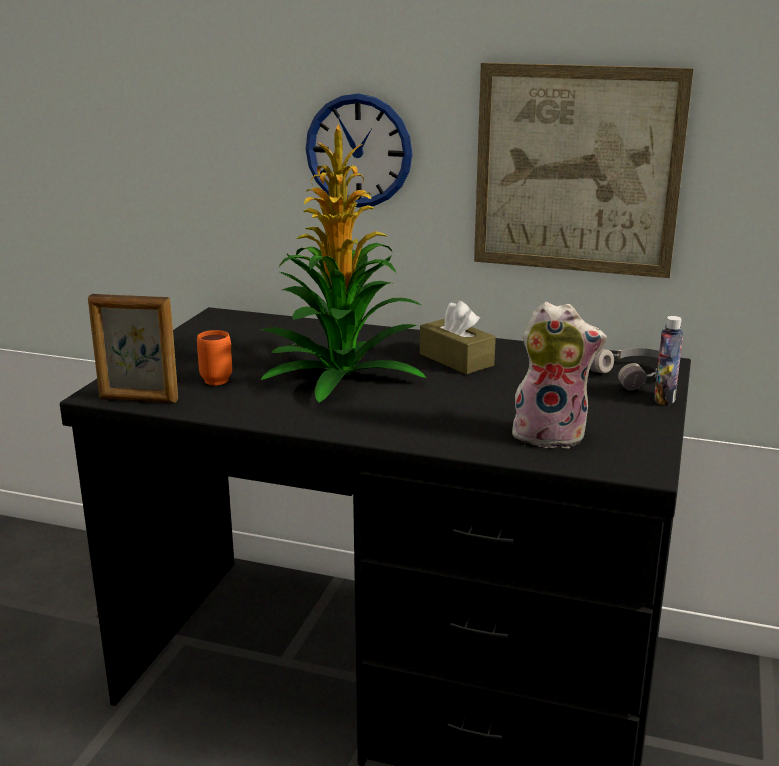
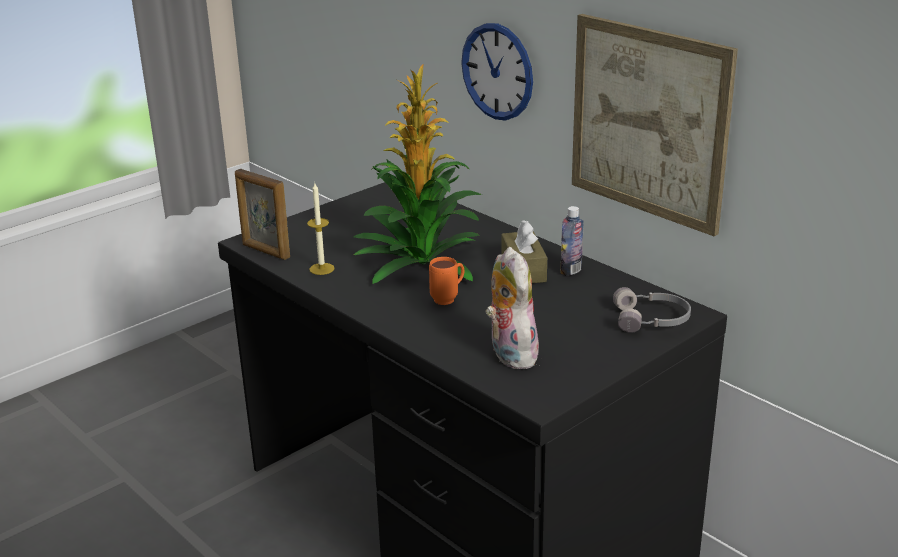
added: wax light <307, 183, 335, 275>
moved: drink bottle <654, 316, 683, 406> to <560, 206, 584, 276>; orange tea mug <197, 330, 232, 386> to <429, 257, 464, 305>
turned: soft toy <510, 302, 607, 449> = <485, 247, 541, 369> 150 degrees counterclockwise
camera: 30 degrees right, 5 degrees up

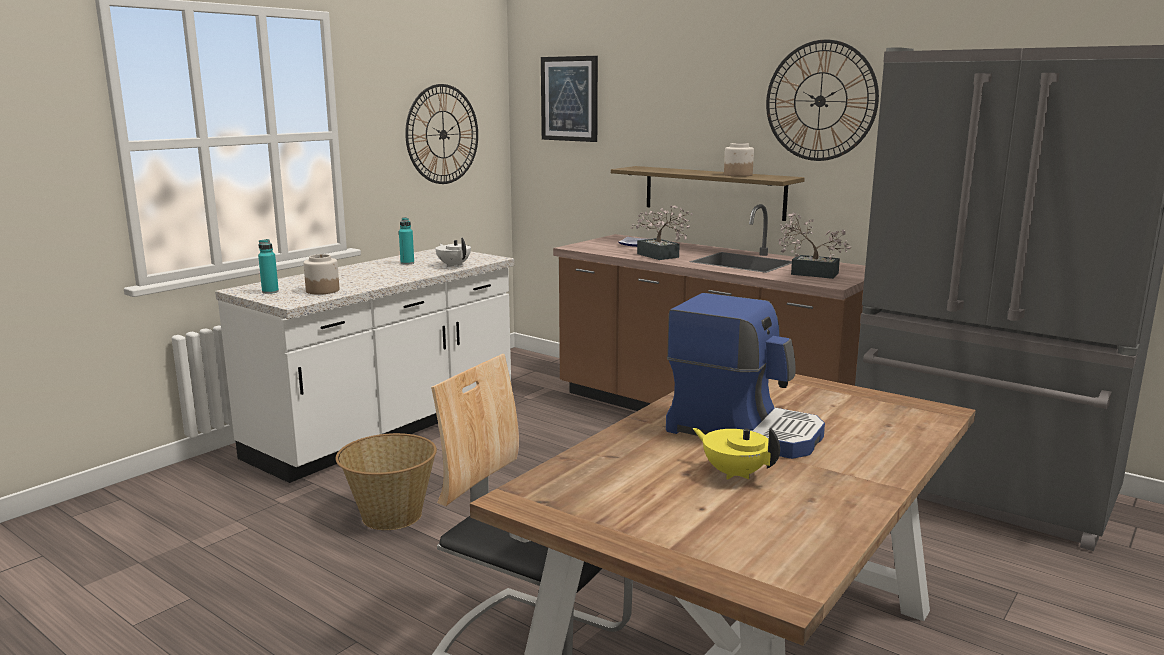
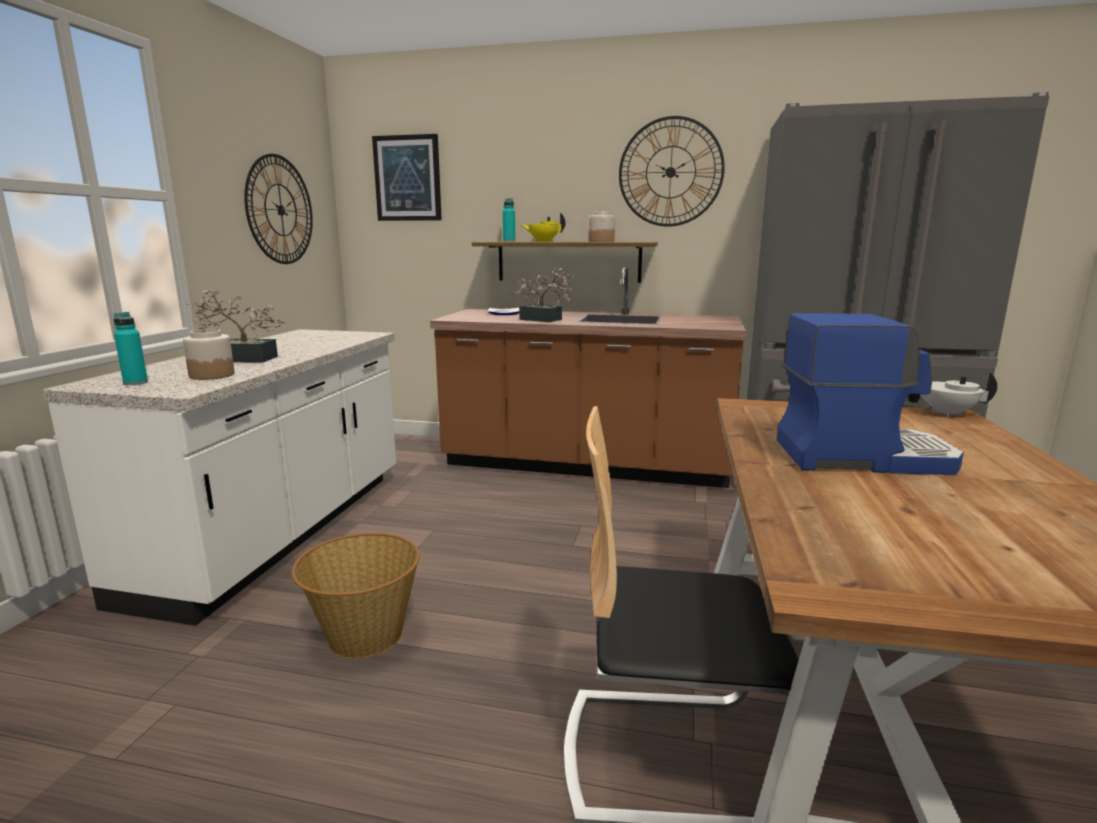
moved: potted plant <778, 213, 851, 279> to <187, 289, 284, 363>; turquoise drink bottle <399, 217, 414, 265> to <503, 198, 515, 242>; whitish pot for tea <435, 238, 471, 267> to <920, 372, 997, 417>; yellow-coloured pot for tea <693, 428, 780, 480> to <522, 213, 565, 242>
camera: 25 degrees left, 0 degrees up

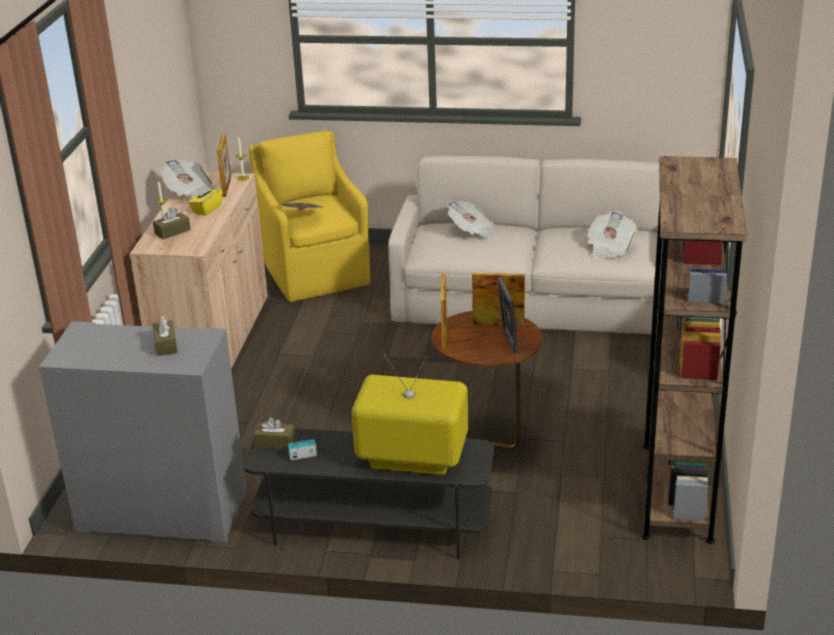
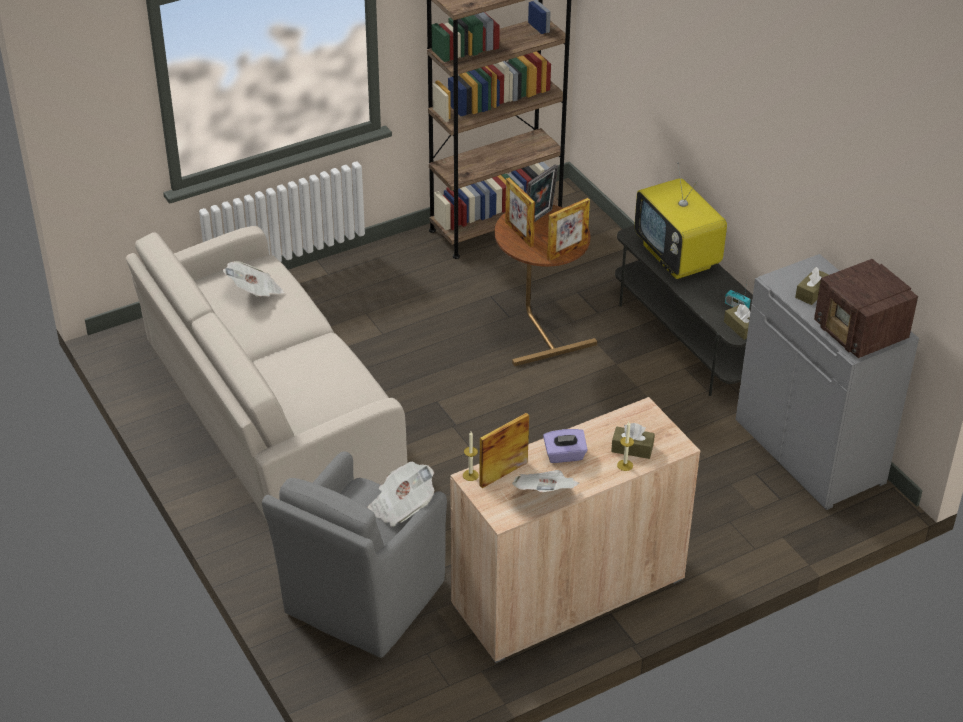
removed: daily paper <447, 201, 495, 239>
added: radio set <814, 259, 918, 358>
recoloured: yellow-coloured lounge chair <249, 130, 370, 302> to greyish lounge chair <262, 451, 447, 658>; yellow-coloured tissue box <188, 184, 223, 216> to purple-coloured tissue box <543, 429, 588, 463>
camera: 130 degrees left, 10 degrees up

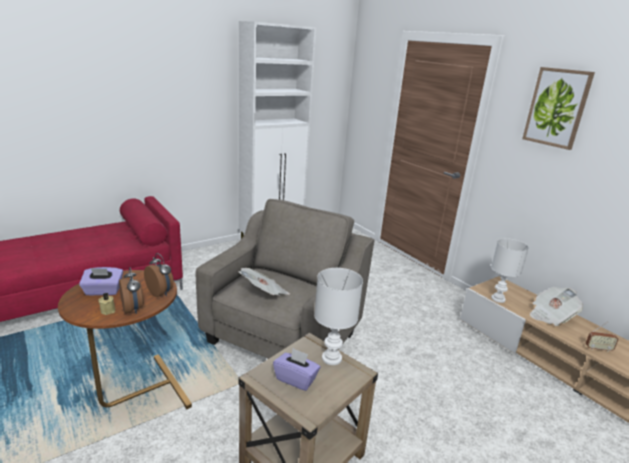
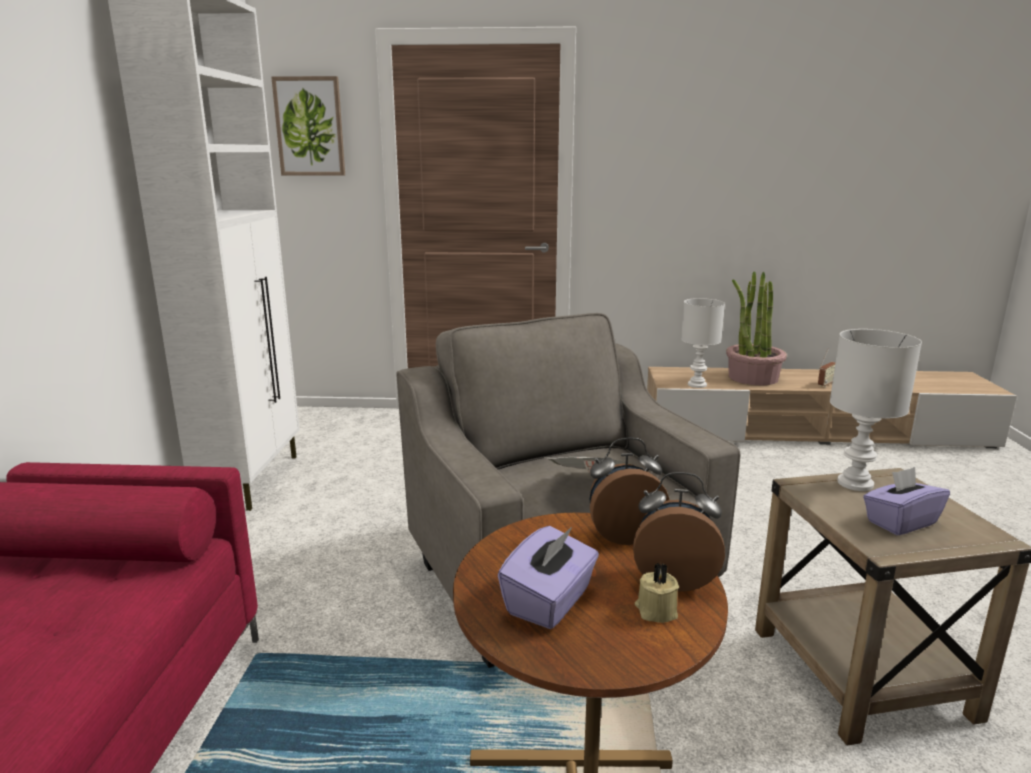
moved: wall picture <522, 67, 595, 150> to <271, 76, 345, 176>
replaced: daily paper <530, 287, 583, 326> to potted plant <726, 271, 787, 385>
camera: 50 degrees left, 5 degrees down

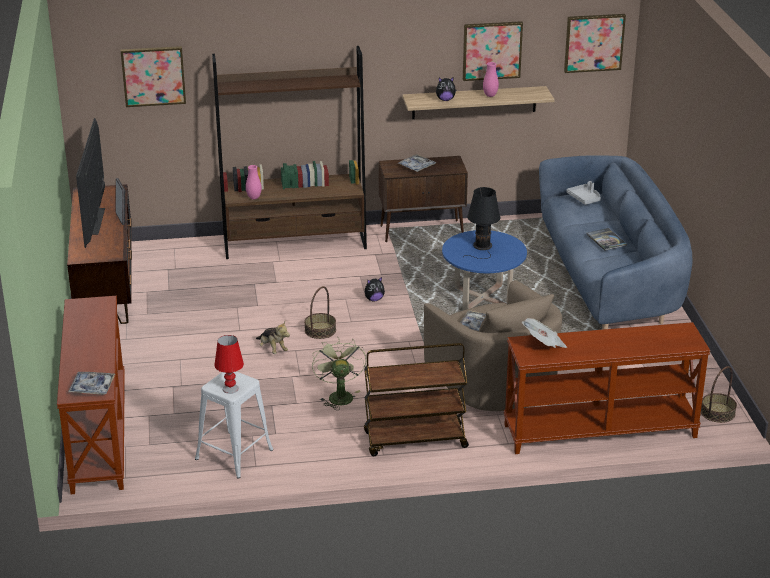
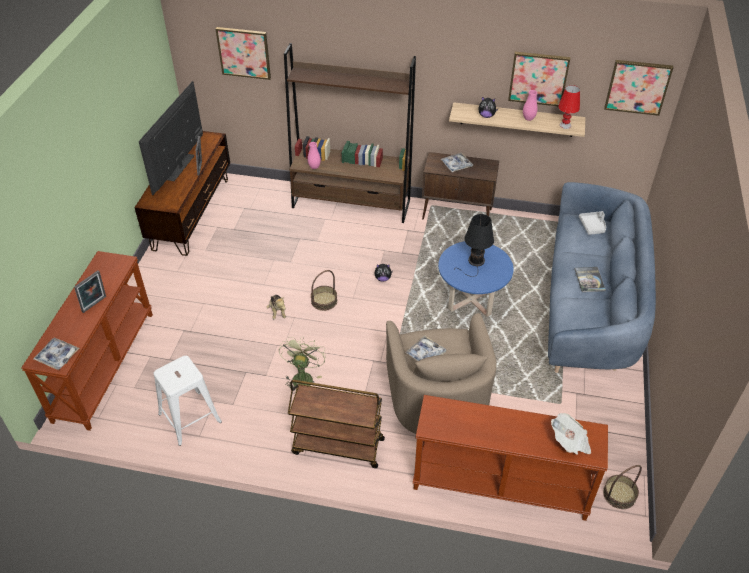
added: photo frame <74, 271, 106, 313>
moved: daily paper <522, 318, 567, 348> to <551, 413, 591, 455>; red table lamp <214, 335, 244, 394> to <558, 85, 580, 129>
camera: 20 degrees right, 15 degrees up

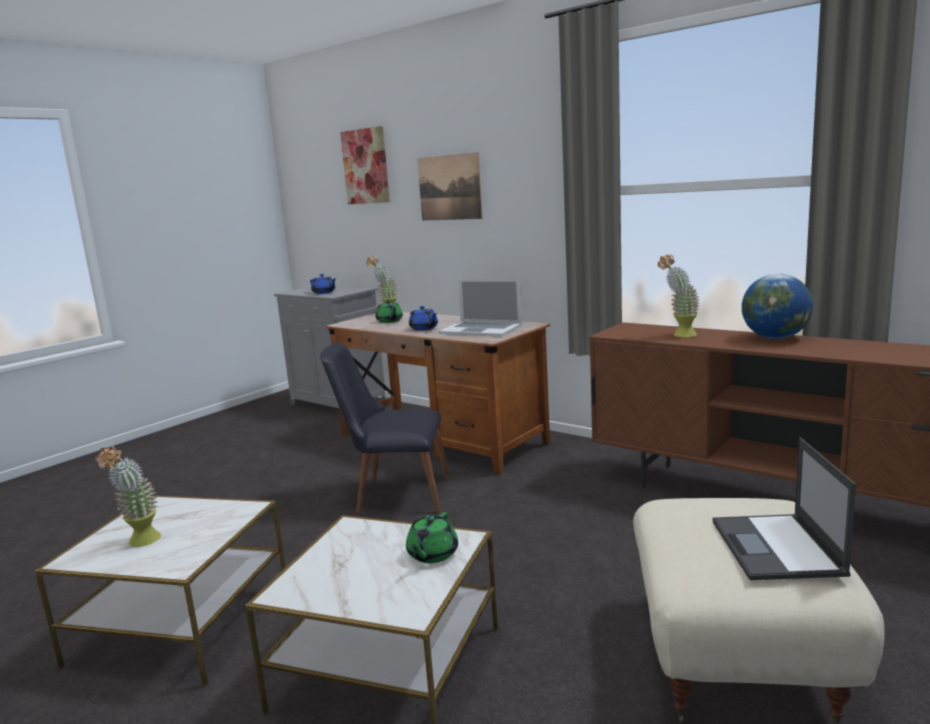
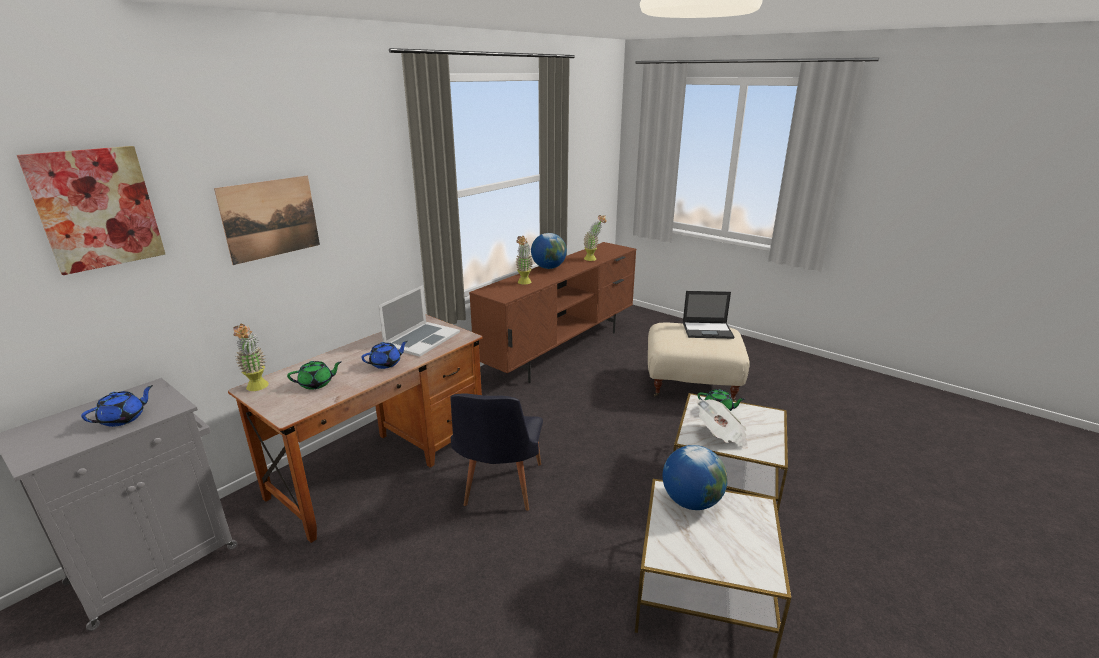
added: daily paper <697, 399, 748, 449>; globe <663, 445, 728, 510>
moved: potted plant <95, 445, 161, 547> to <584, 215, 607, 261>
camera: 90 degrees left, 10 degrees up

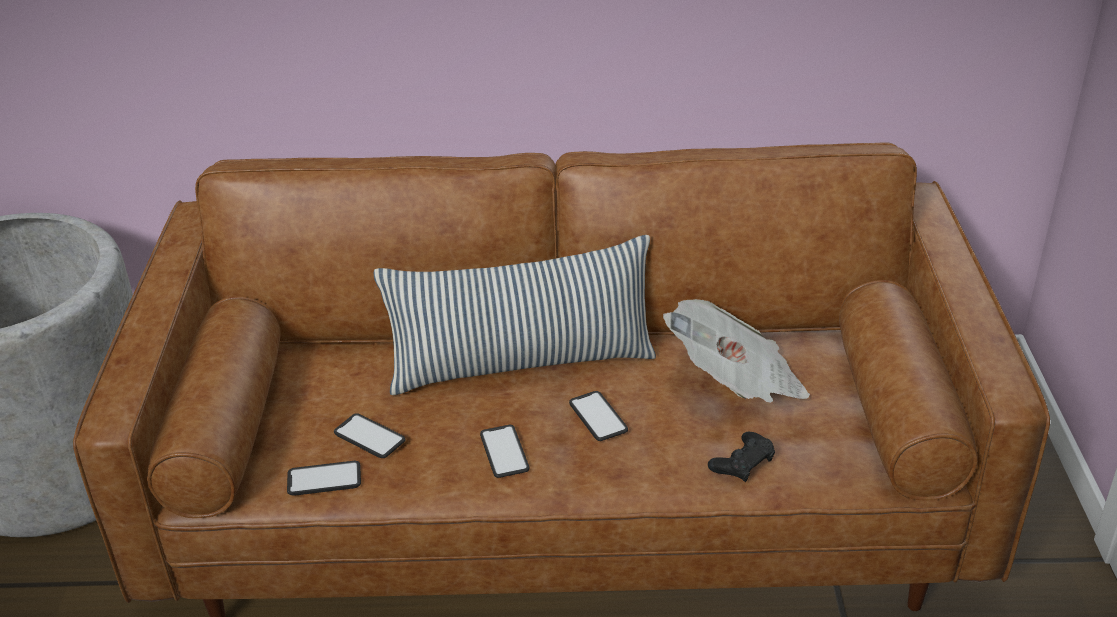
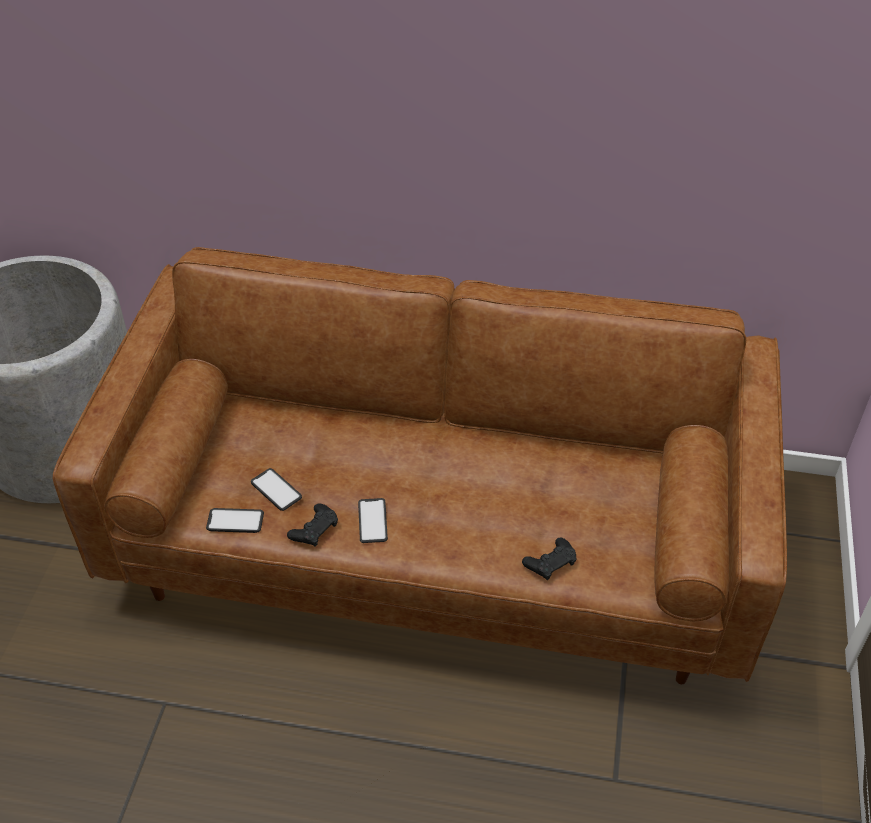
removed: throw pillow <374, 235, 656, 395>; daily paper <663, 299, 810, 403>; telephone <569, 391, 628, 441>
added: black gamepad <287, 503, 338, 547>
camera: 10 degrees right, 10 degrees up

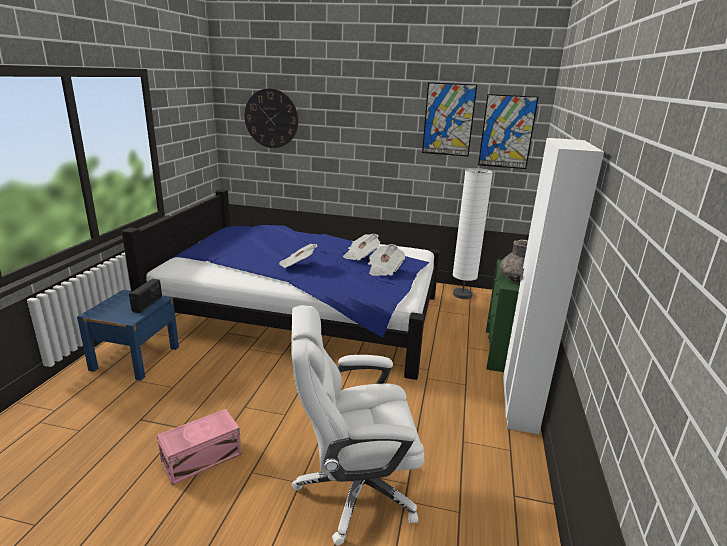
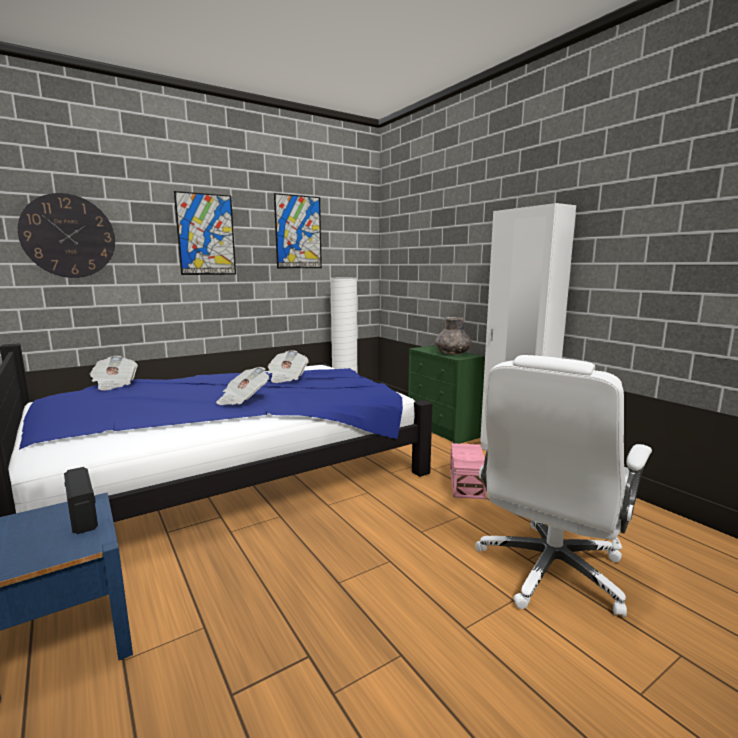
moved: wall picture <478, 94, 539, 169> to <174, 191, 236, 275>; daily paper <368, 244, 405, 276> to <90, 356, 138, 391>; pink storage container <157, 409, 242, 485> to <450, 443, 487, 499>
camera: 45 degrees left, 10 degrees down

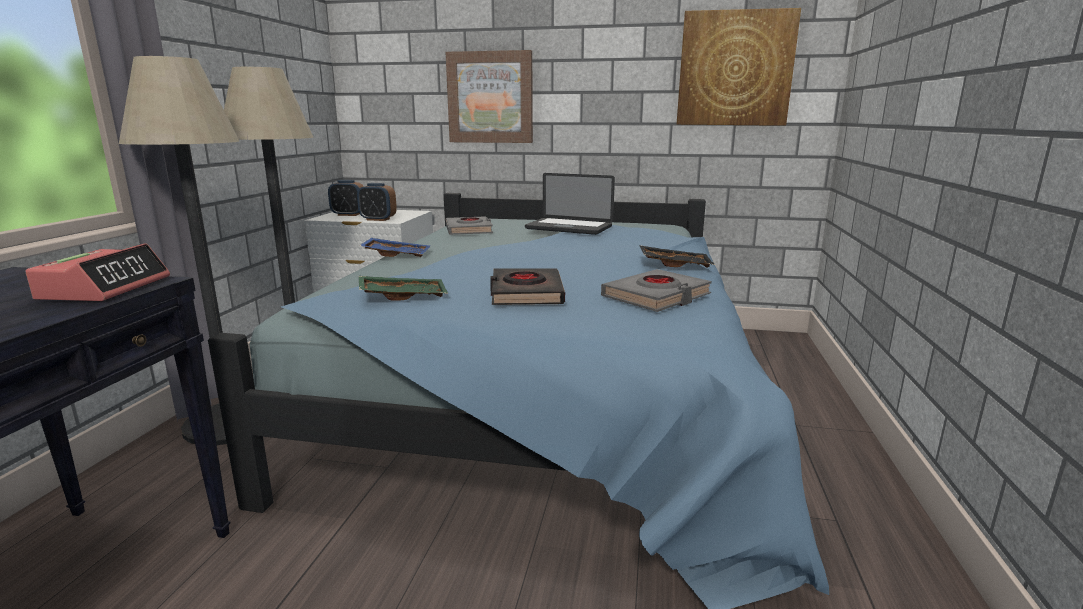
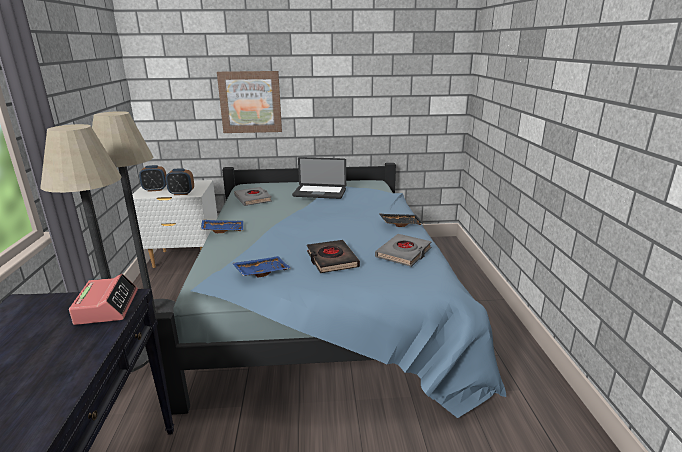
removed: wall picture <677, 8, 801, 126>
recoloured: green serving tray <359, 276, 448, 301> to bluish serving tray <232, 256, 290, 277>
camera: 15 degrees left, 5 degrees up

